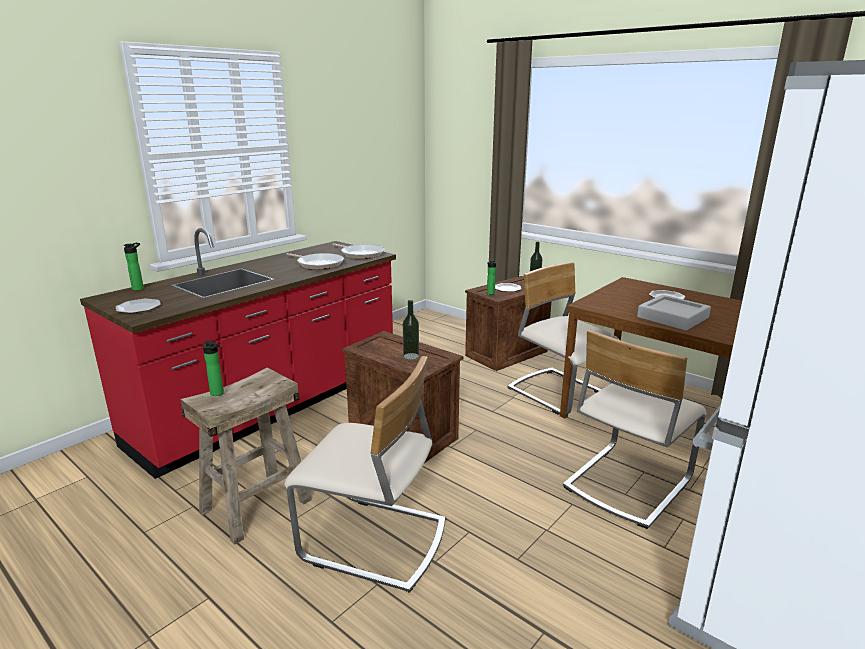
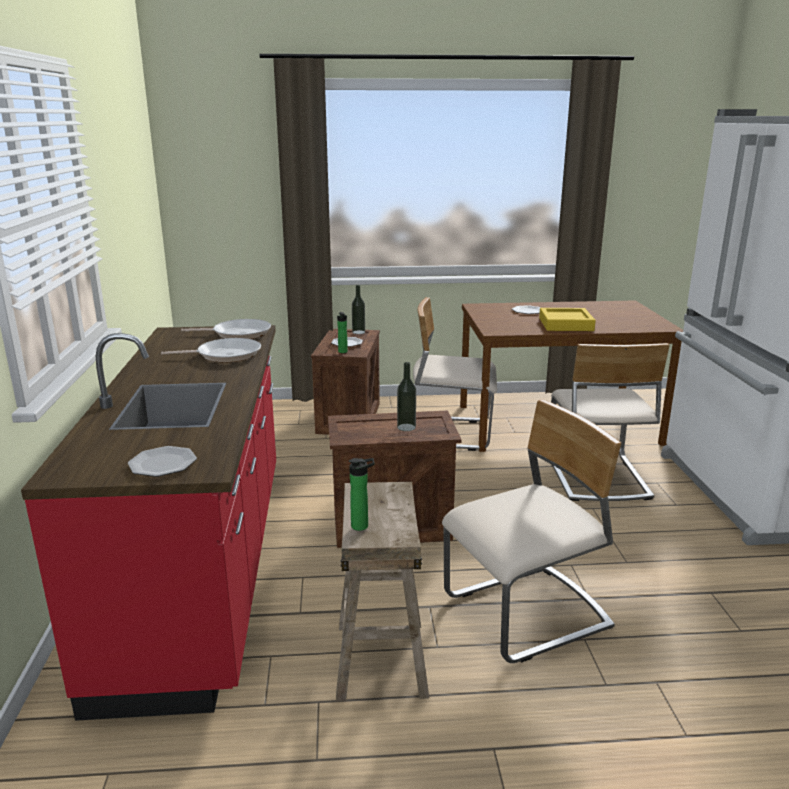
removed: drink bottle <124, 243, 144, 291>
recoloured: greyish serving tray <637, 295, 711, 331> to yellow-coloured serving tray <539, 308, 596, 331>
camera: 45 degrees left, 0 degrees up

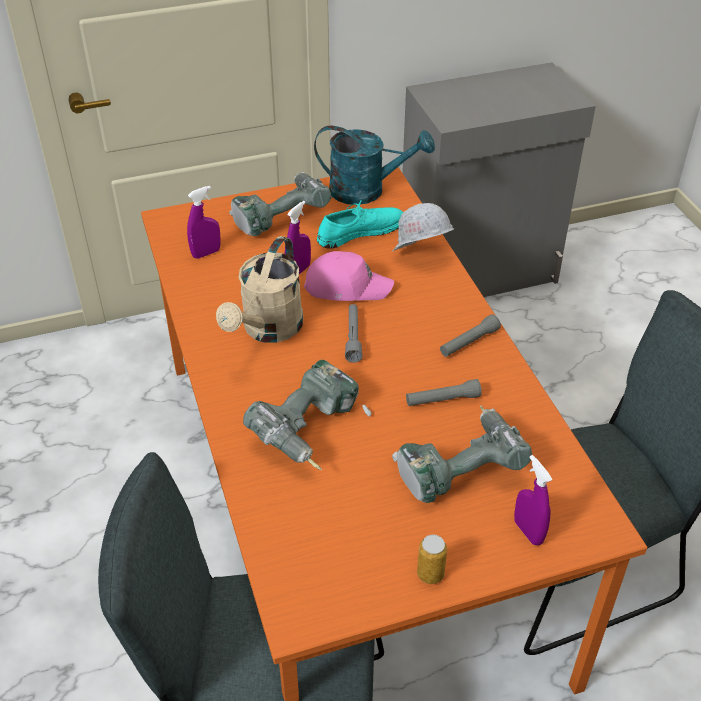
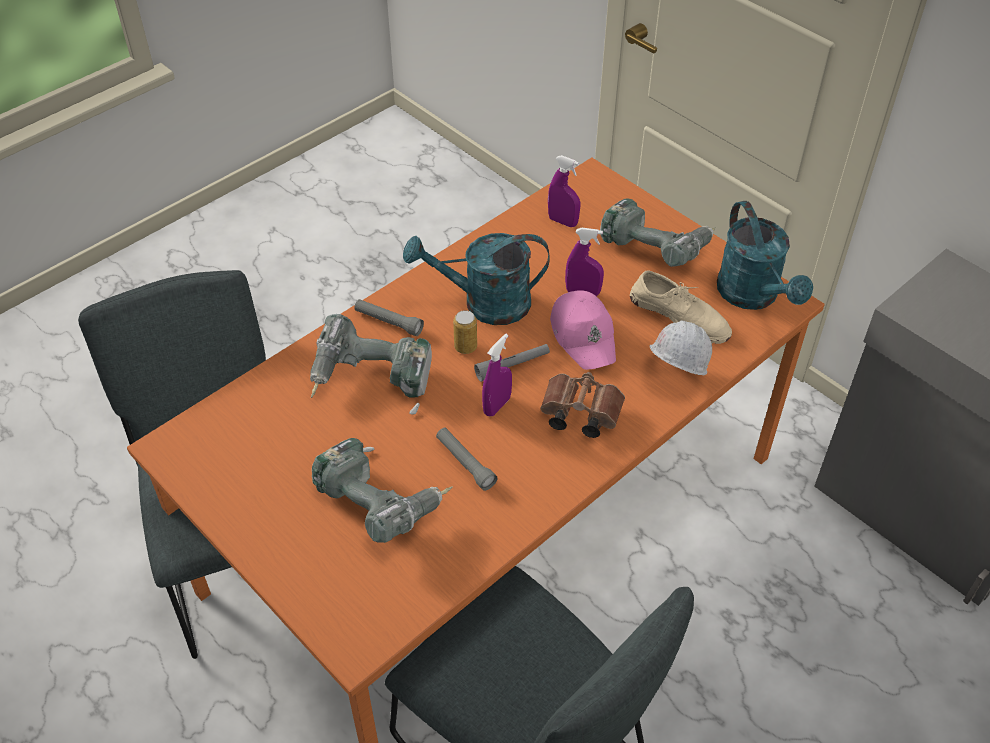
added: brown pair of binoculars <540, 372, 625, 438>
moved: greyish torch <440, 314, 501, 357> to <354, 299, 424, 336>; purple-coloured hand sprayer <514, 455, 553, 545> to <482, 334, 512, 417>; metal can <417, 535, 447, 584> to <453, 310, 477, 354>
recoloured: turquoise item of footwear <317, 201, 403, 249> to beige item of footwear <630, 270, 732, 344>; beige sprinkling can <216, 236, 303, 343> to turquoise sprinkling can <403, 233, 550, 325>
camera: 65 degrees right, 5 degrees up

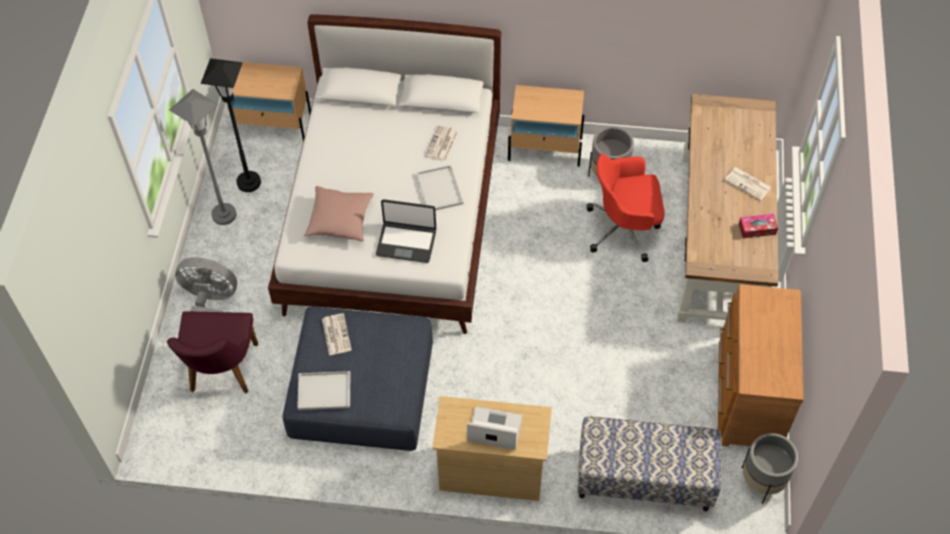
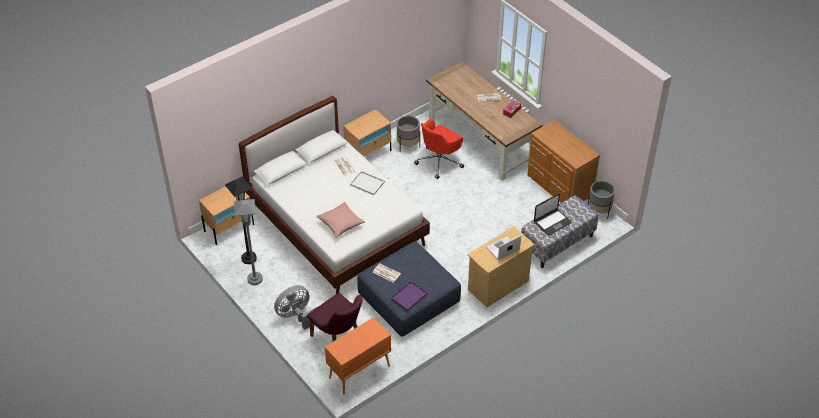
added: orange cupboard <325, 317, 391, 395>
moved: portable computer <376, 199, 436, 263> to <534, 194, 572, 236>
recoloured: whitish serving tray <297, 371, 350, 410> to purple-coloured serving tray <391, 281, 428, 311>
camera: 45 degrees left, 10 degrees down

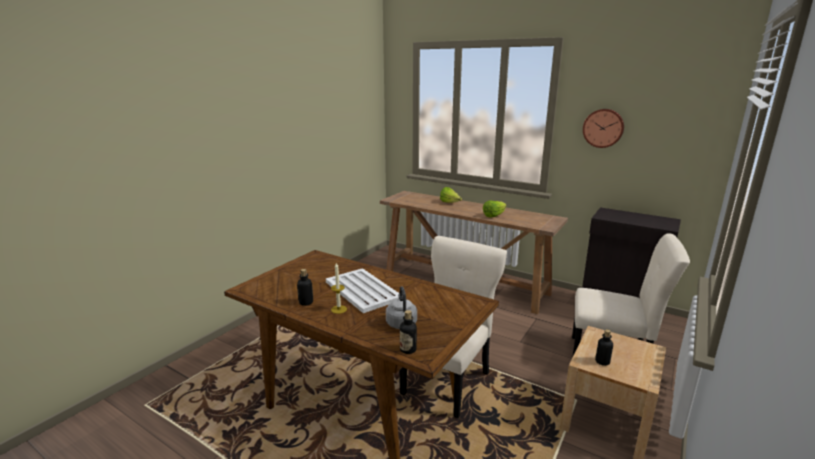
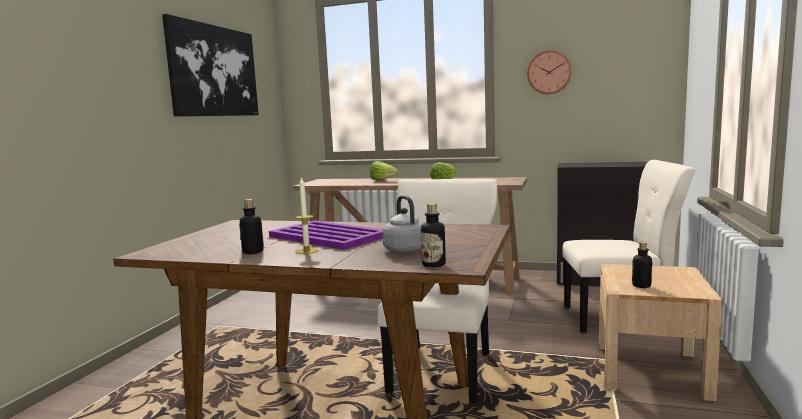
added: wall picture <162, 14, 259, 117>
recoloured: whitish serving tray <326, 268, 399, 313> to purple-coloured serving tray <269, 220, 383, 250>
camera: 15 degrees left, 10 degrees down

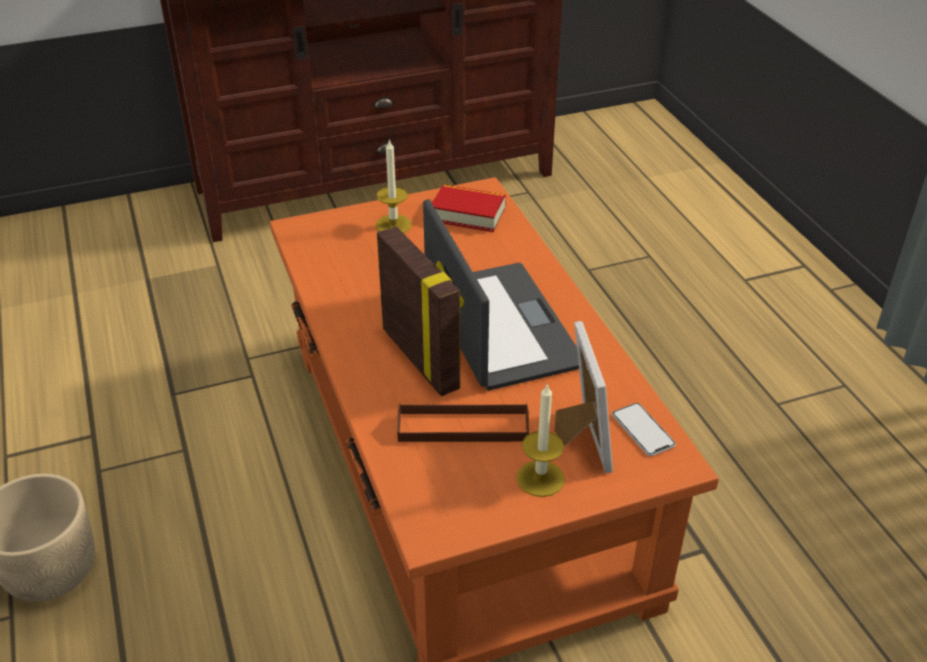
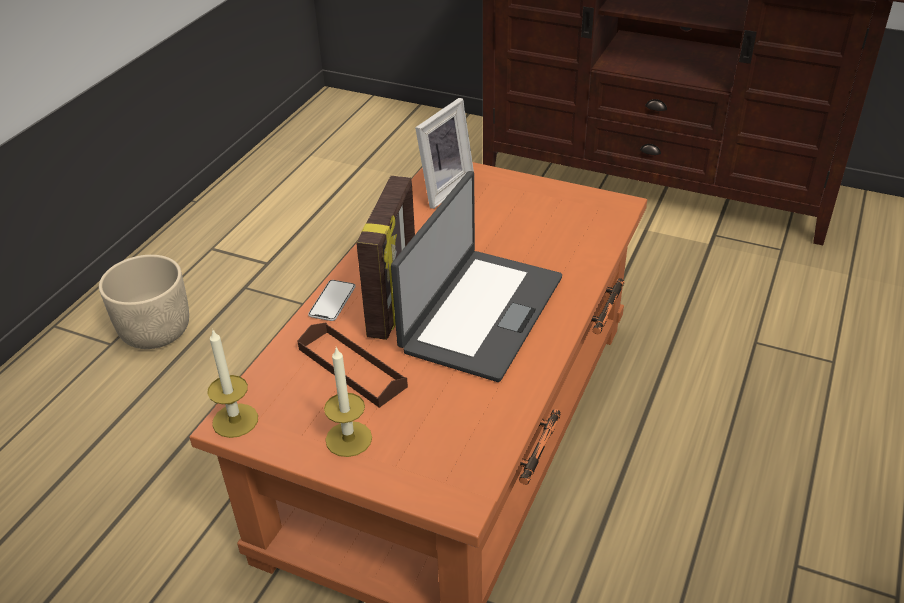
removed: book <432, 184, 506, 232>
moved: wax light <376, 139, 412, 233> to <207, 329, 258, 438>; photo frame <555, 321, 613, 474> to <415, 98, 475, 209>; telephone <612, 403, 676, 456> to <308, 280, 356, 321>
camera: 45 degrees right, 0 degrees up

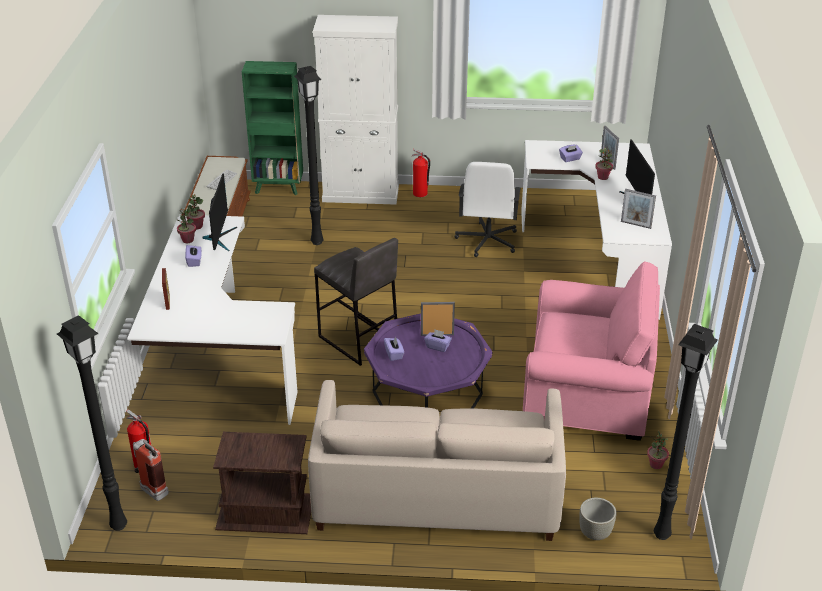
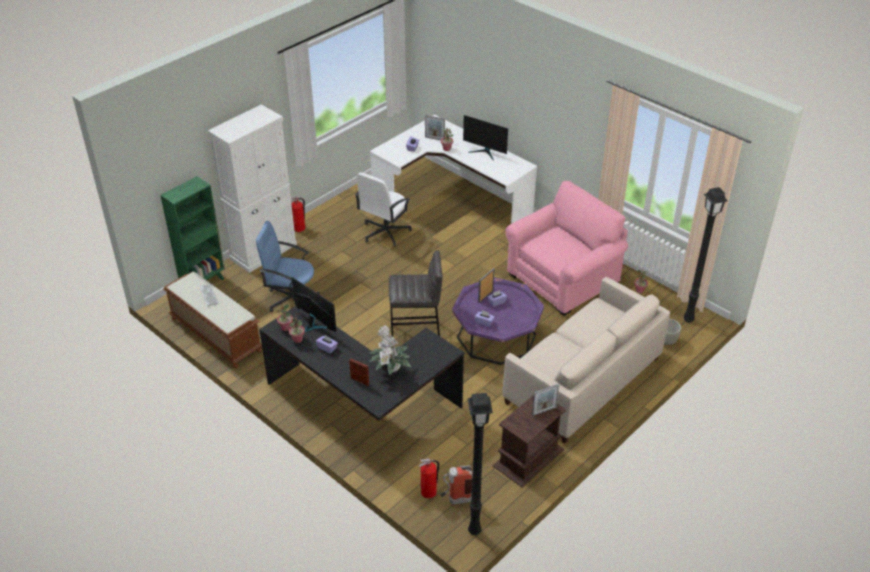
added: potted plant <369, 325, 411, 375>
moved: photo frame <621, 189, 656, 229> to <532, 384, 559, 416>
replaced: black standard lamp <294, 66, 324, 245> to bluish office chair <256, 221, 320, 312>
recoloured: whitish desk unit <127, 215, 297, 425> to black desk unit <259, 306, 464, 421>
turned: whitish office chair <455, 162, 520, 257> = <355, 173, 412, 246> 75 degrees clockwise
camera: 50 degrees left, 5 degrees up

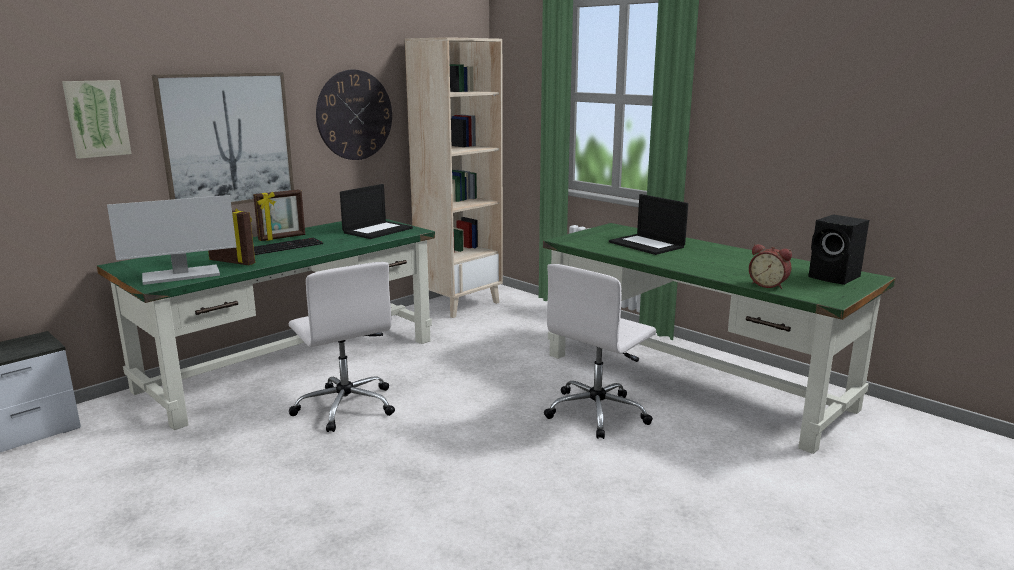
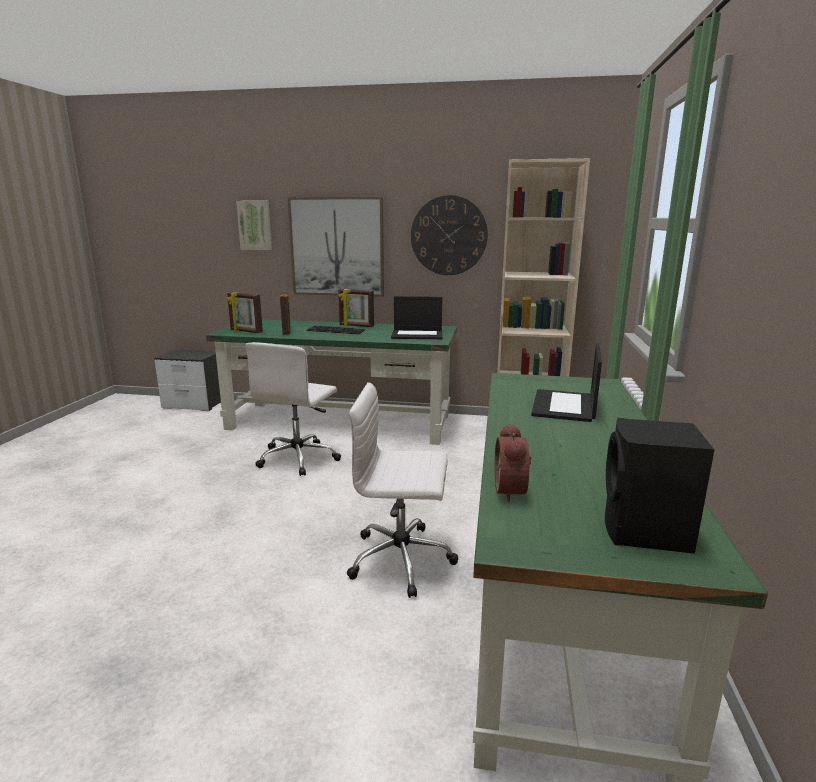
replaced: monitor <107, 195, 237, 285> to photo frame <227, 292, 263, 333>
camera: 55 degrees right, 0 degrees up

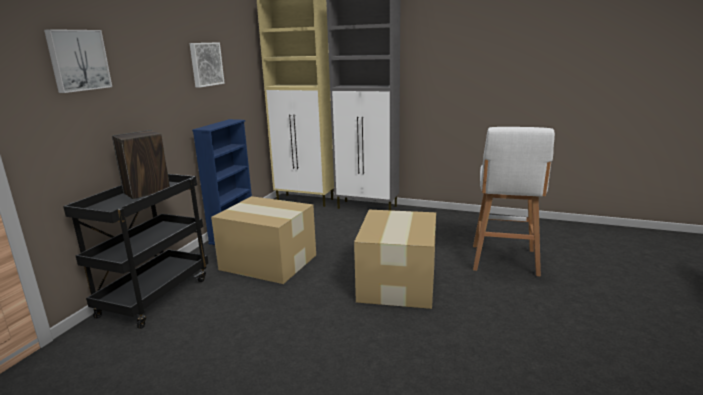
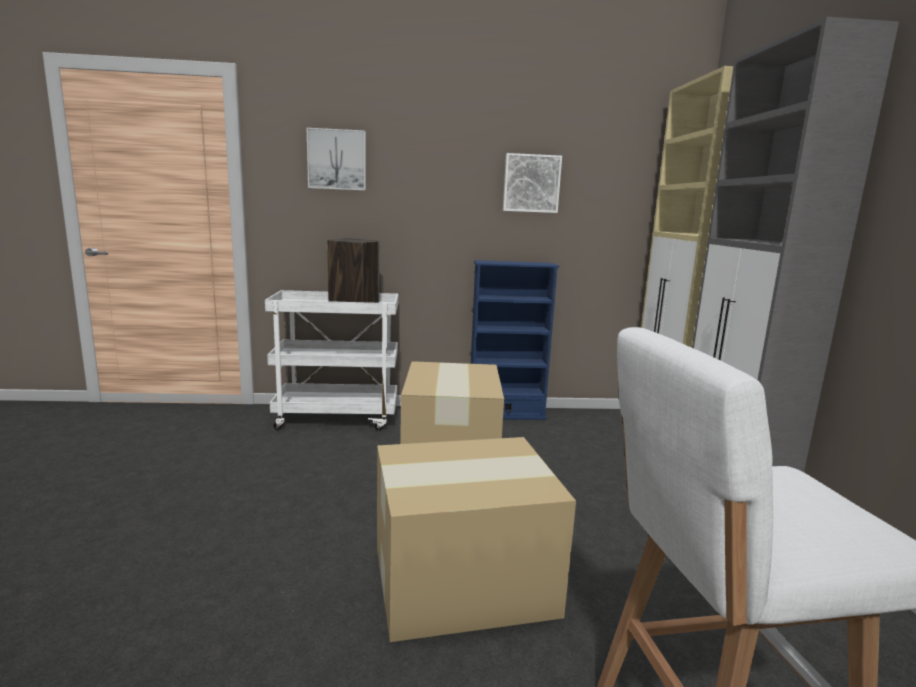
recoloured: black cart <63, 174, 208, 329> to whitish cart <265, 290, 398, 431>
camera: 65 degrees right, 5 degrees down

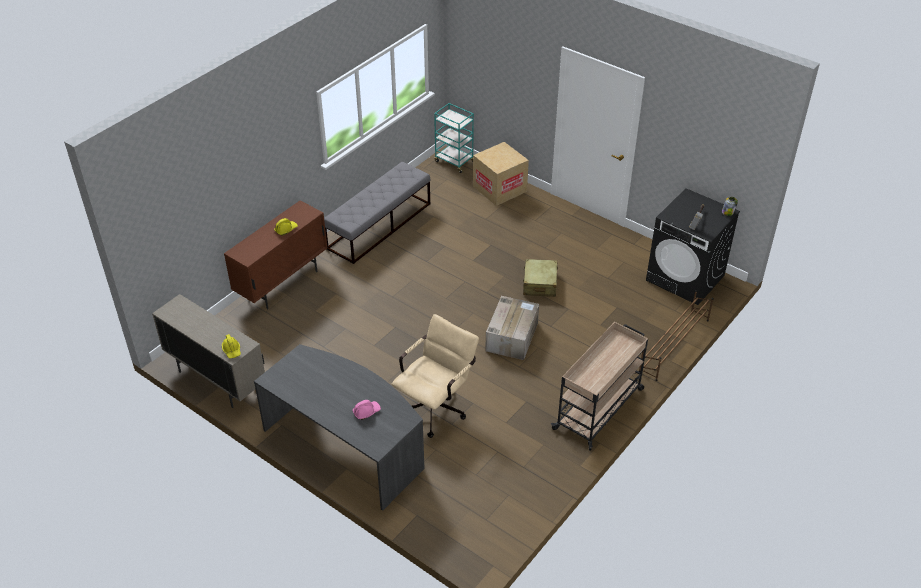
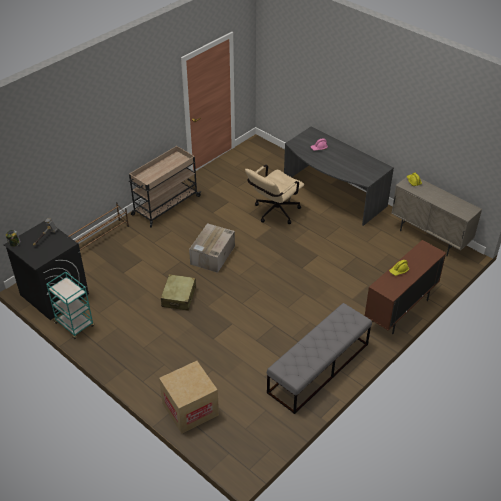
moved: turquoise cart <434, 103, 474, 173> to <46, 272, 94, 339>
camera: 175 degrees left, 0 degrees up

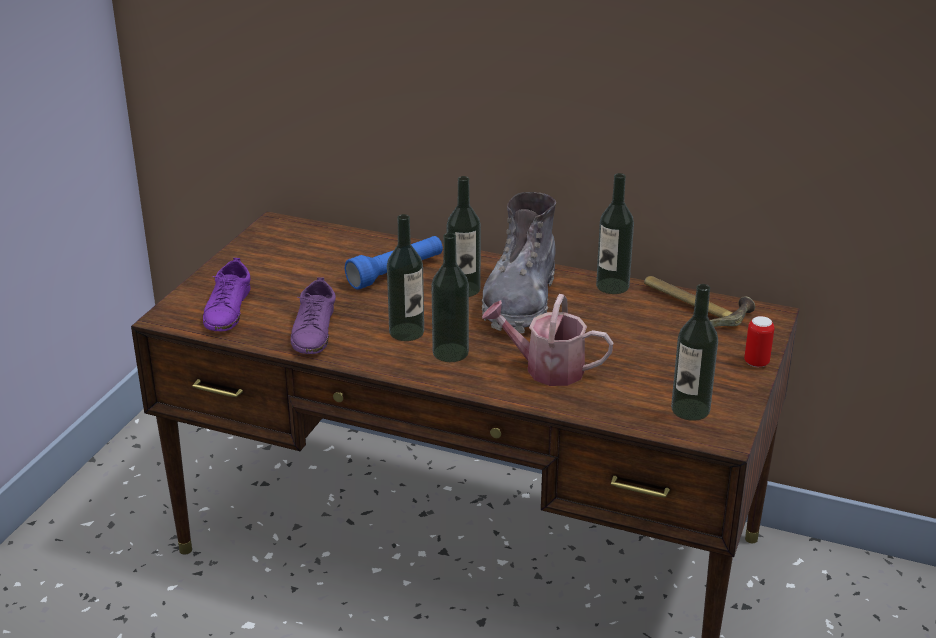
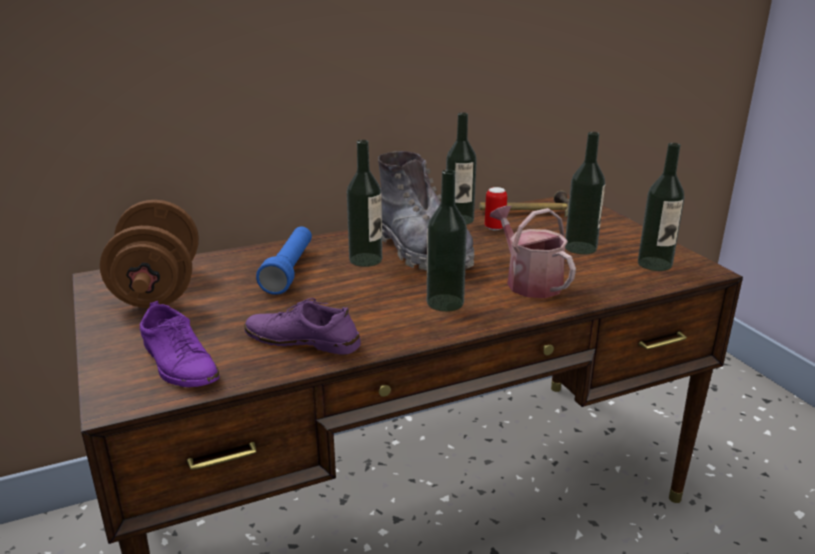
added: brown hand weight <100, 200, 199, 308>
moved: drink bottle <387, 214, 424, 341> to <565, 132, 605, 255>; metal can <744, 316, 774, 367> to <485, 187, 507, 230>
turned: purple-coloured item of footwear <291, 277, 336, 354> = <244, 298, 361, 355> 150 degrees clockwise; sprinkling can <482, 294, 613, 386> = <490, 206, 576, 298> 90 degrees clockwise
camera: 45 degrees left, 5 degrees down

